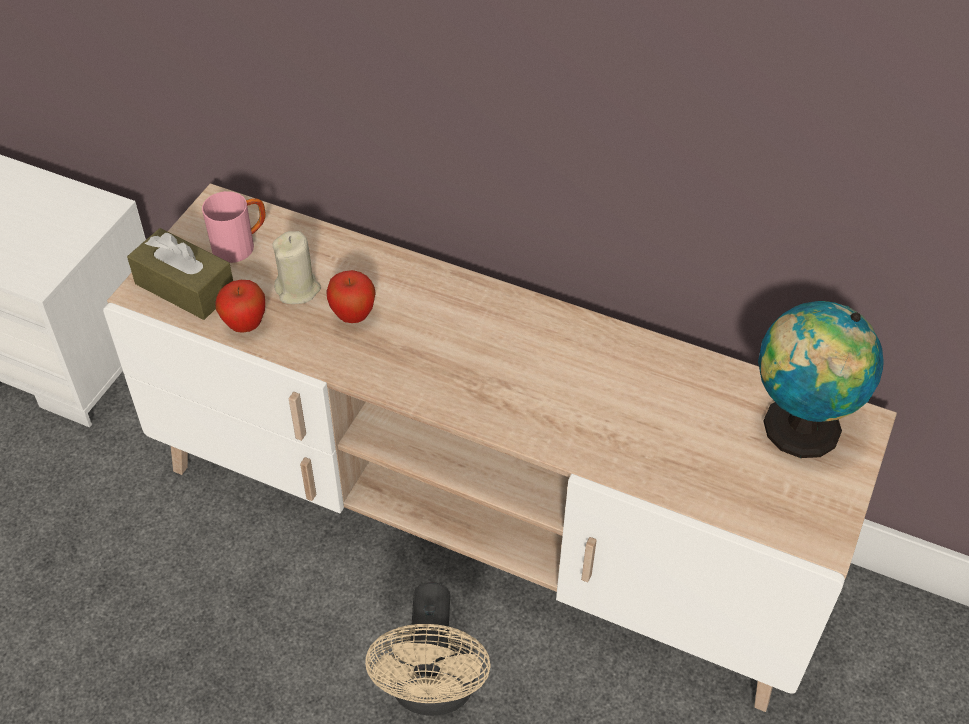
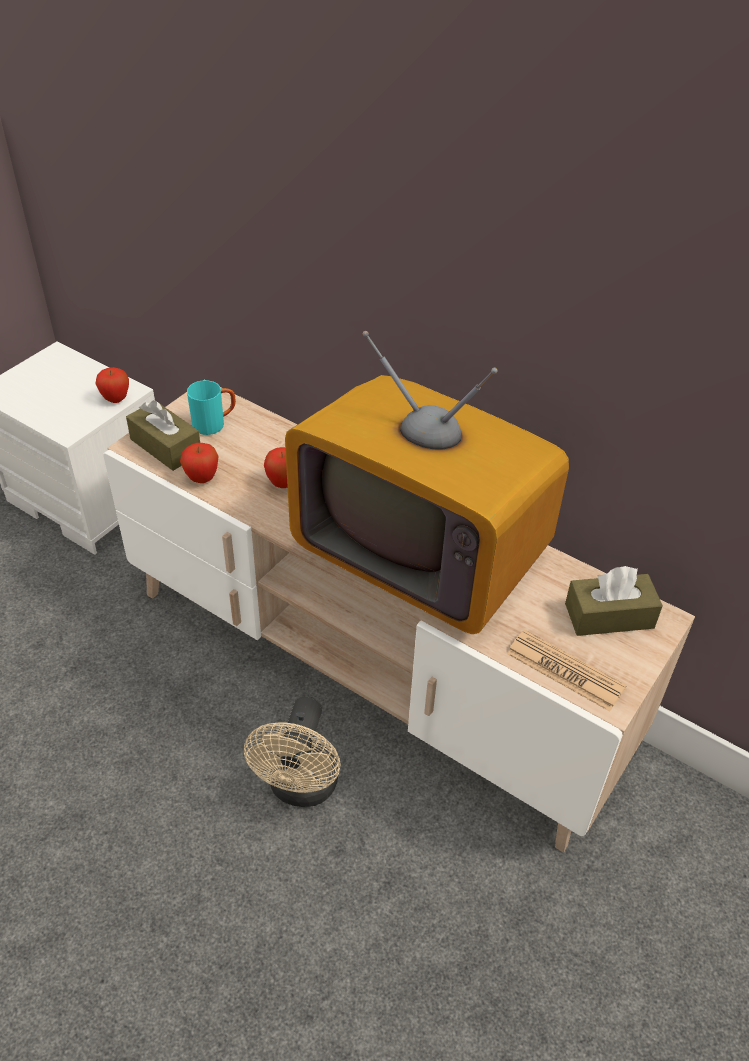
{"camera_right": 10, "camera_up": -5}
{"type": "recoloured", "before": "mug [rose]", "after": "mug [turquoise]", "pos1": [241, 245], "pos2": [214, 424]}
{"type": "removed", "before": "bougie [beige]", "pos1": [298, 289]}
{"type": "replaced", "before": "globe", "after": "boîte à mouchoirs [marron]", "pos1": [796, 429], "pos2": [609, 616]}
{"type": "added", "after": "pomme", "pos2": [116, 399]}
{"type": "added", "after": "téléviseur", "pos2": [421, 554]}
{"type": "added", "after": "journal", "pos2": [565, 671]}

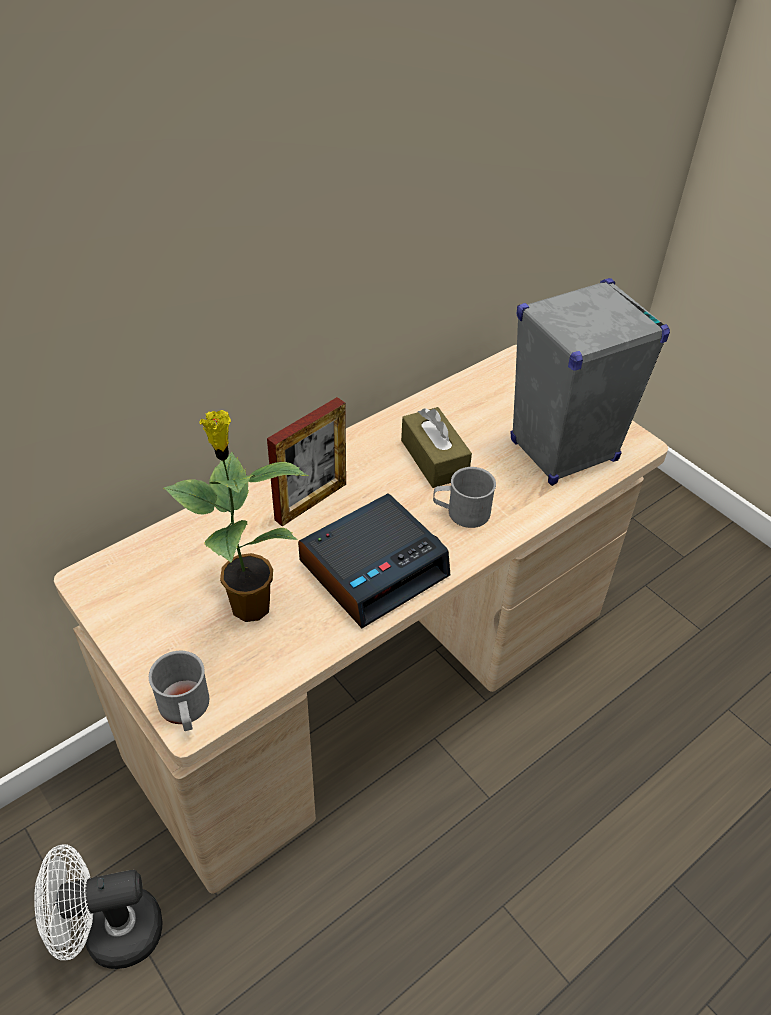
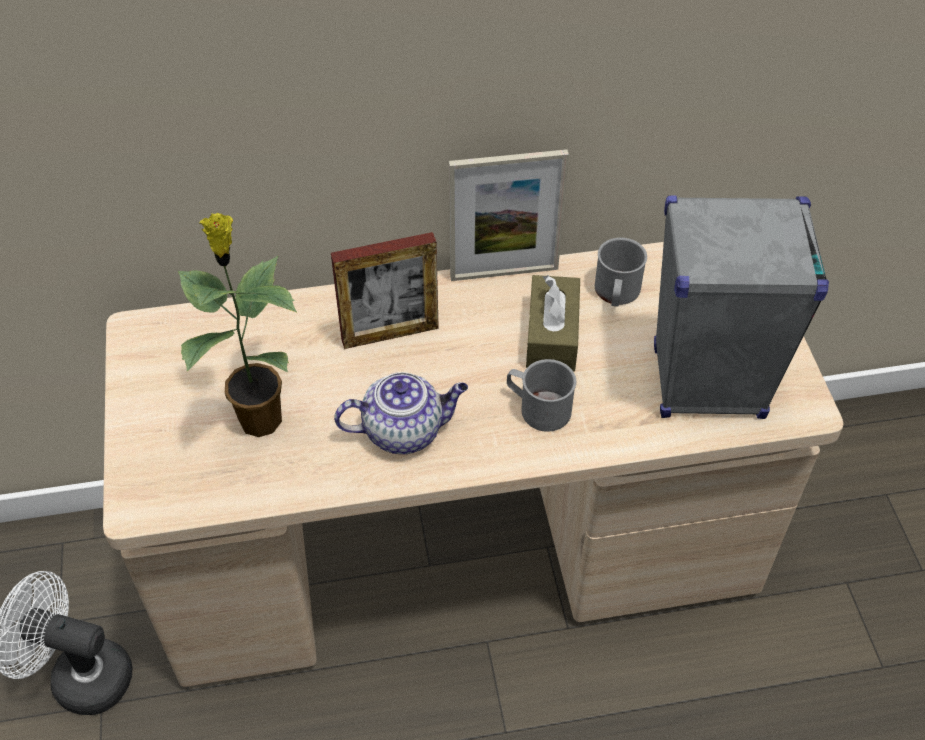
{"camera_right": 30, "camera_up": 5}
{"type": "moved", "before": "mug [gris]", "pos1": [185, 710], "pos2": [616, 294]}
{"type": "replaced", "before": "réveil", "after": "théière", "pos1": [374, 567], "pos2": [404, 430]}
{"type": "added", "after": "cadre photo", "pos2": [504, 272]}

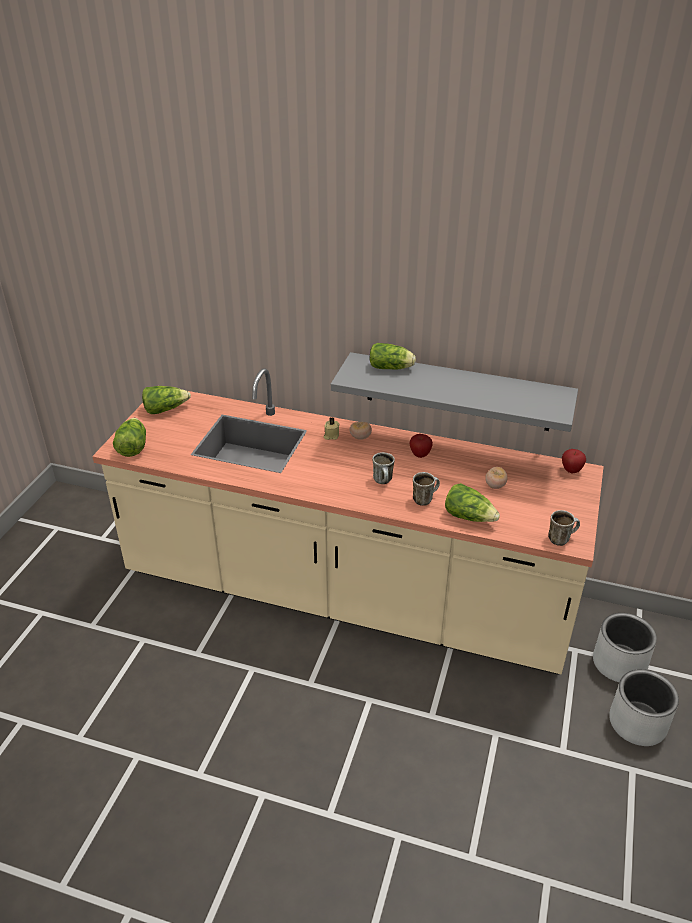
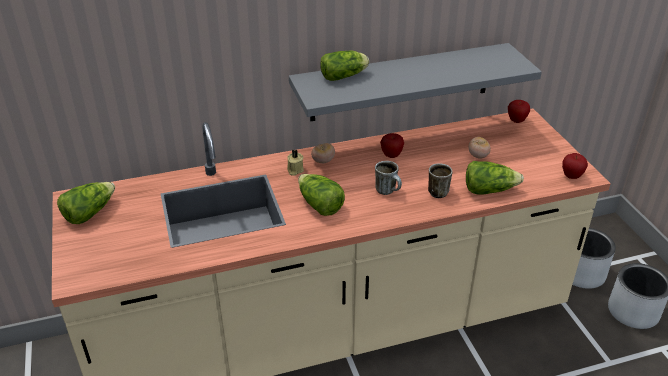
{"camera_right": -35, "camera_up": 0}
{"type": "moved", "before": "laitue", "pos1": [132, 447], "pos2": [319, 205]}
{"type": "replaced", "before": "mug", "after": "pomme", "pos1": [561, 538], "pos2": [571, 176]}

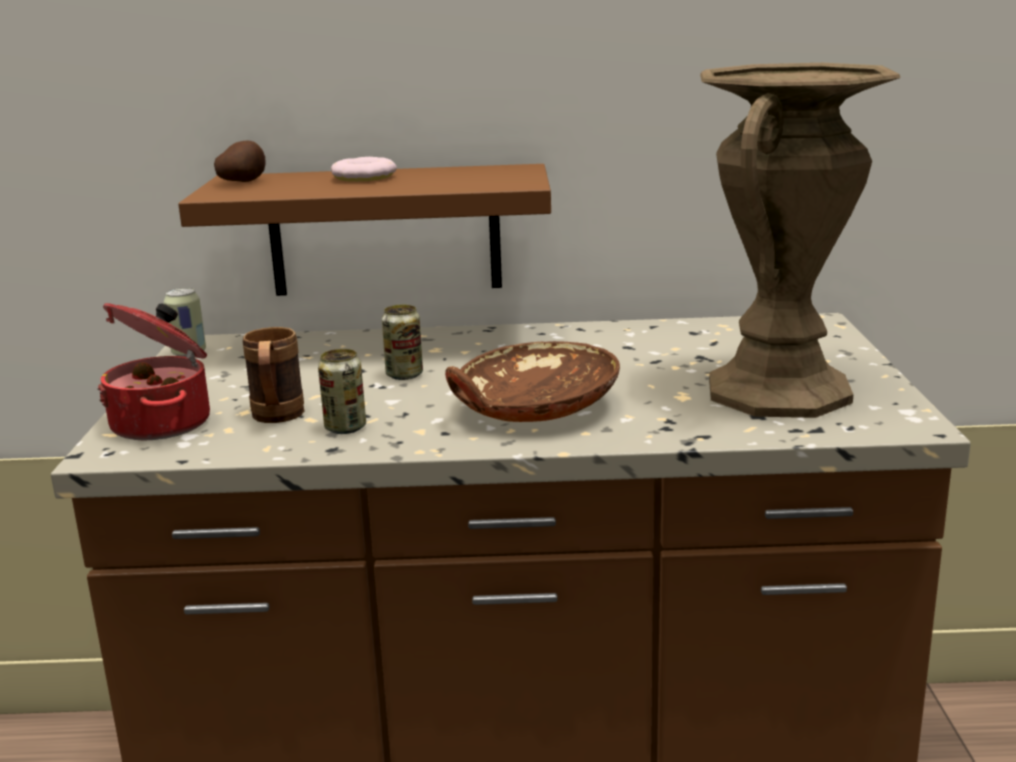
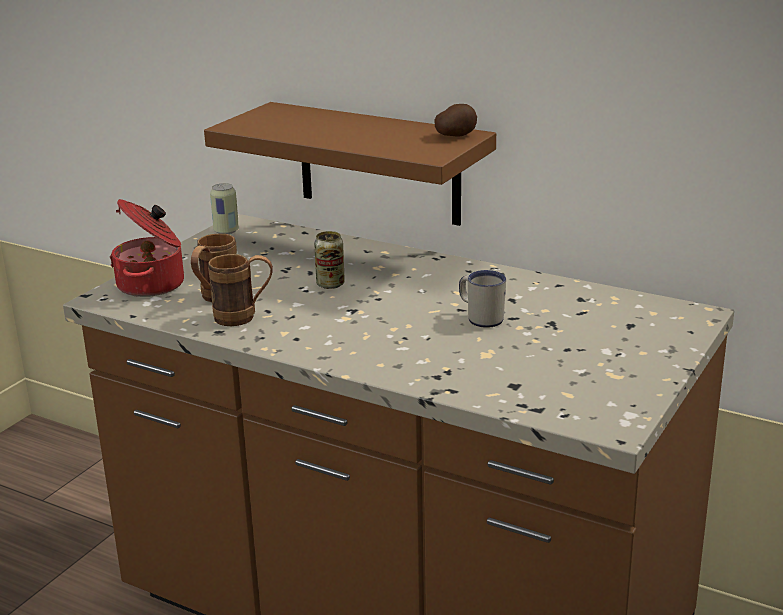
{"camera_right": 30, "camera_up": 5}
{"type": "moved", "before": "pomme de terre", "pos1": [243, 182], "pos2": [456, 136]}
{"type": "replaced", "before": "boîte métallique", "after": "mug [marron]", "pos1": [345, 428], "pos2": [244, 317]}
{"type": "removed", "before": "beignet", "pos1": [363, 177]}
{"type": "removed", "before": "bol [marron]", "pos1": [533, 408]}
{"type": "removed", "before": "vase [marron]", "pos1": [779, 391]}
{"type": "added", "after": "mug [blanc]", "pos2": [481, 318]}

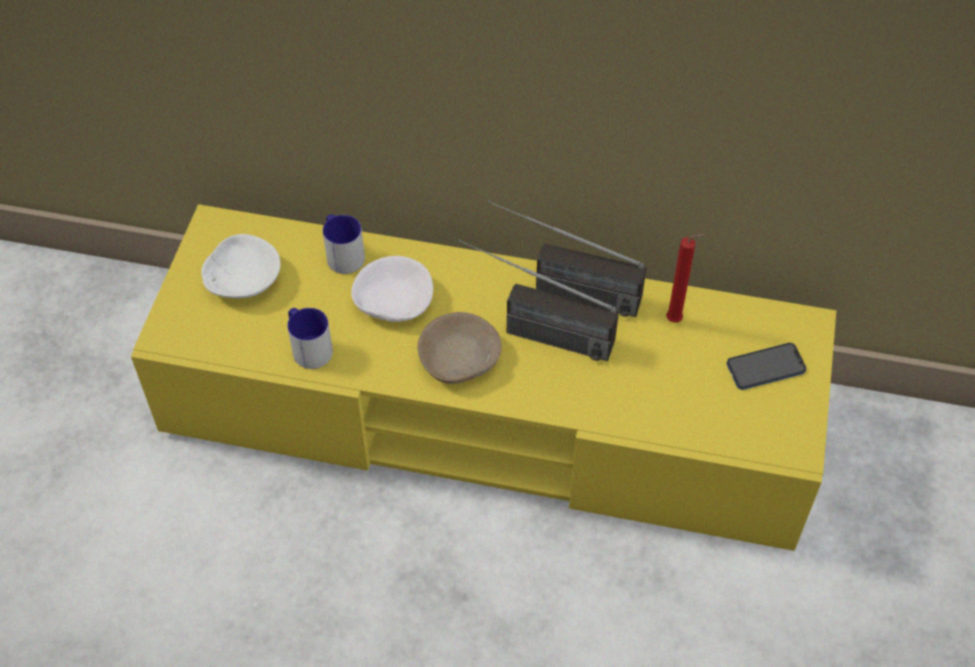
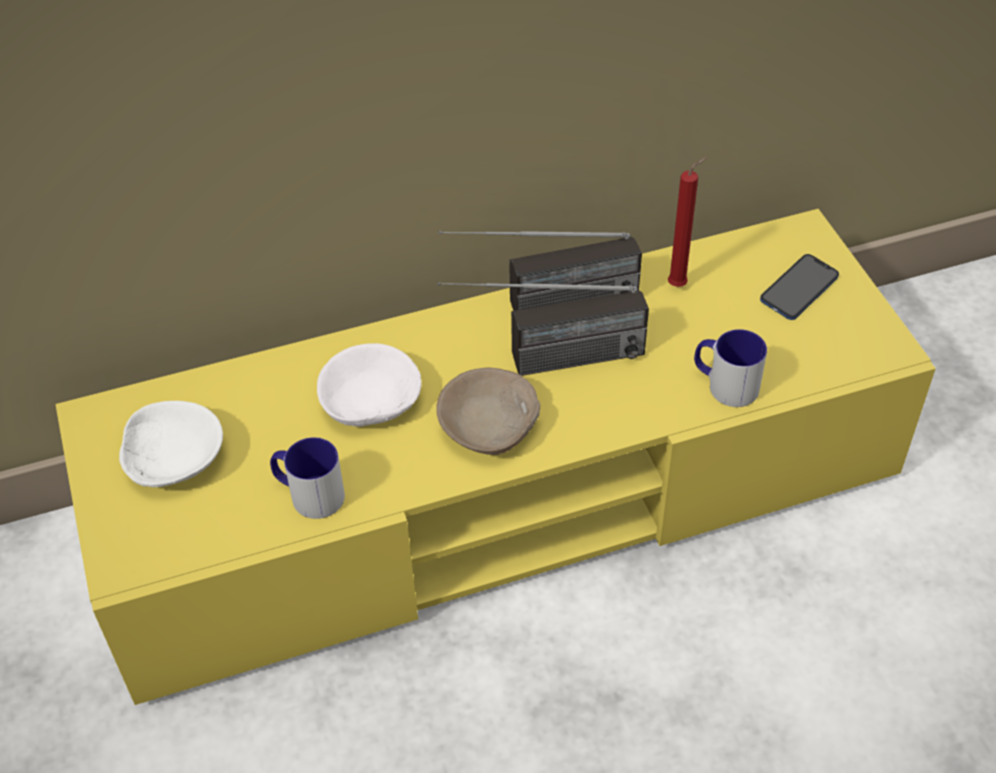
{"camera_right": -30, "camera_up": -5}
{"type": "moved", "before": "mug", "pos1": [342, 254], "pos2": [724, 384]}

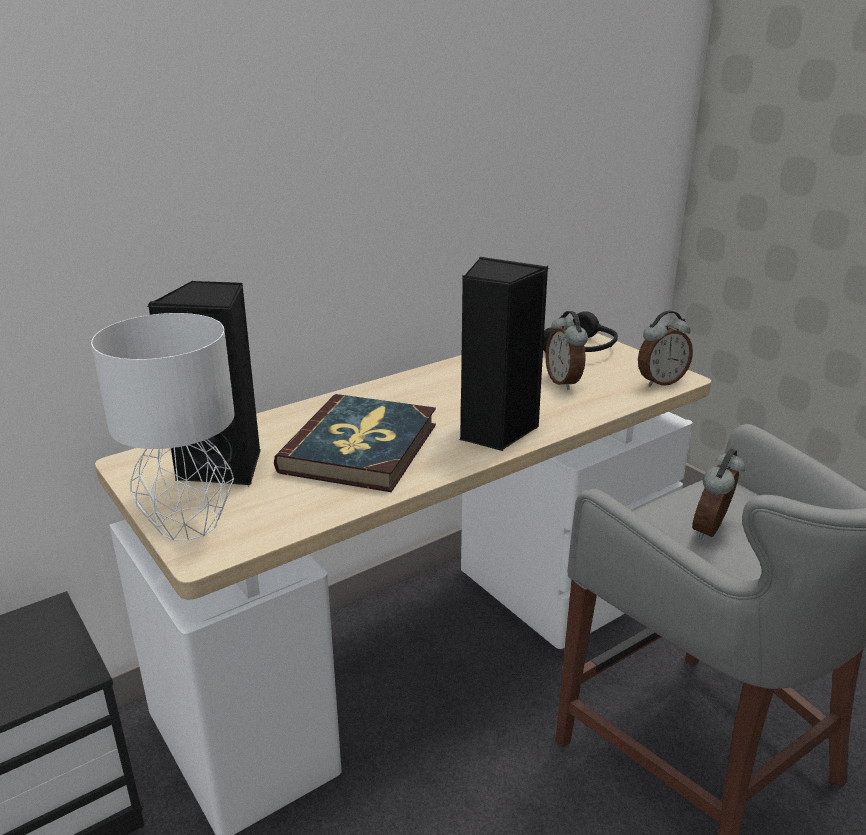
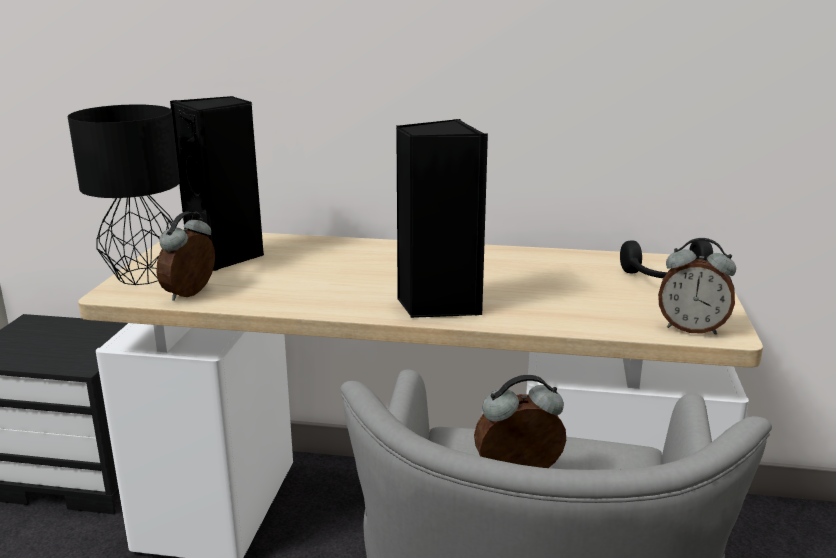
{"camera_right": 45, "camera_up": -5}
{"type": "recoloured", "before": "lampe de table [blanc]", "after": "lampe de table [noir]", "pos1": [186, 523], "pos2": [142, 275]}
{"type": "removed", "before": "livre", "pos1": [361, 448]}
{"type": "moved", "before": "réveil", "pos1": [564, 382], "pos2": [192, 294]}

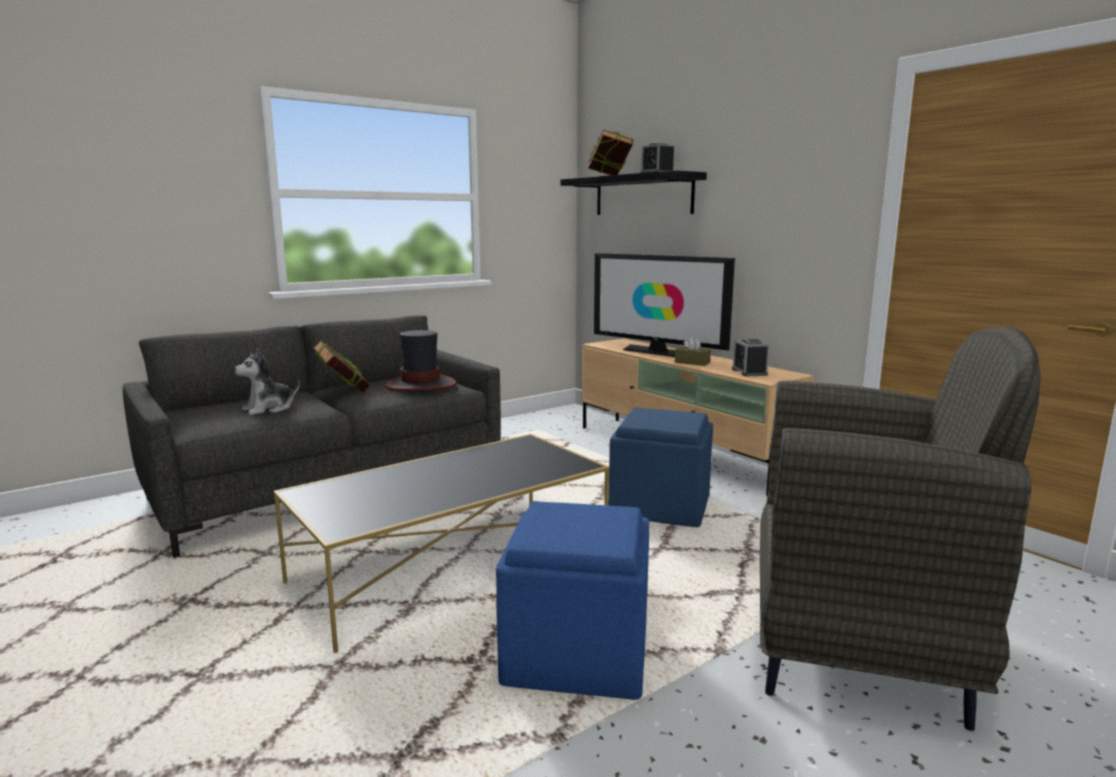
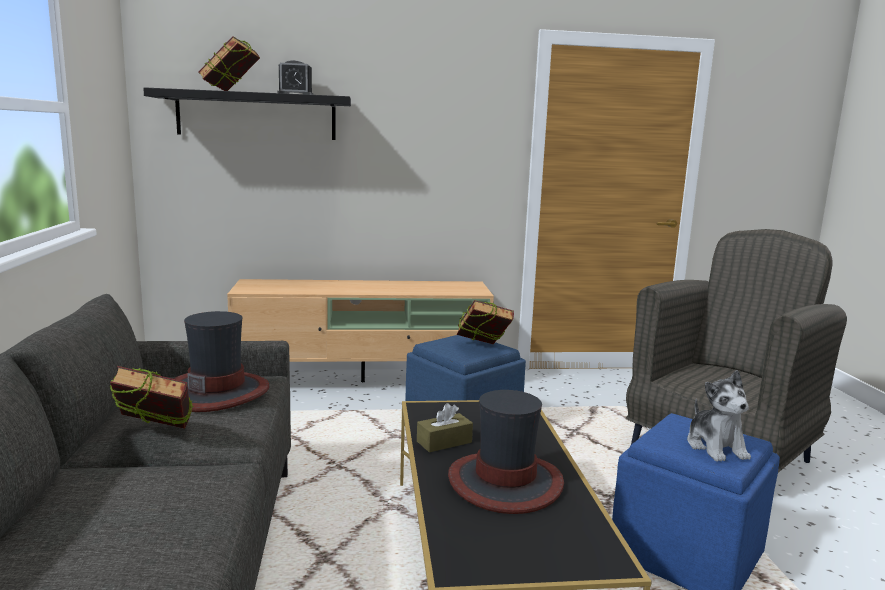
{"camera_right": -60, "camera_up": 0}
{"type": "moved", "before": "peluche", "pos1": [269, 409], "pos2": [716, 447]}
{"type": "removed", "before": "téléviseur", "pos1": [657, 352]}
{"type": "moved", "before": "boîte à mouchoirs [marron]", "pos1": [692, 362], "pos2": [444, 442]}
{"type": "removed", "before": "réveil", "pos1": [749, 372]}
{"type": "added", "after": "chapeau", "pos2": [505, 482]}
{"type": "added", "after": "livre", "pos2": [483, 349]}

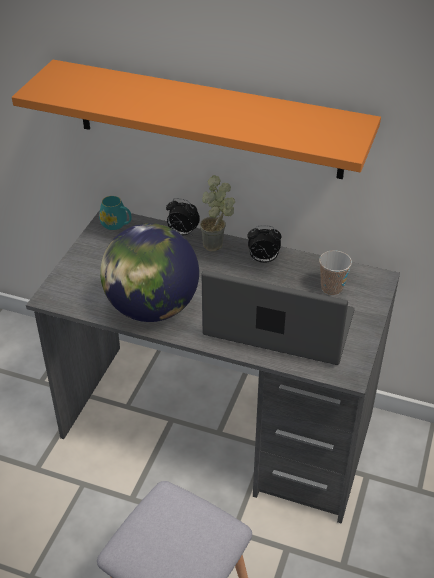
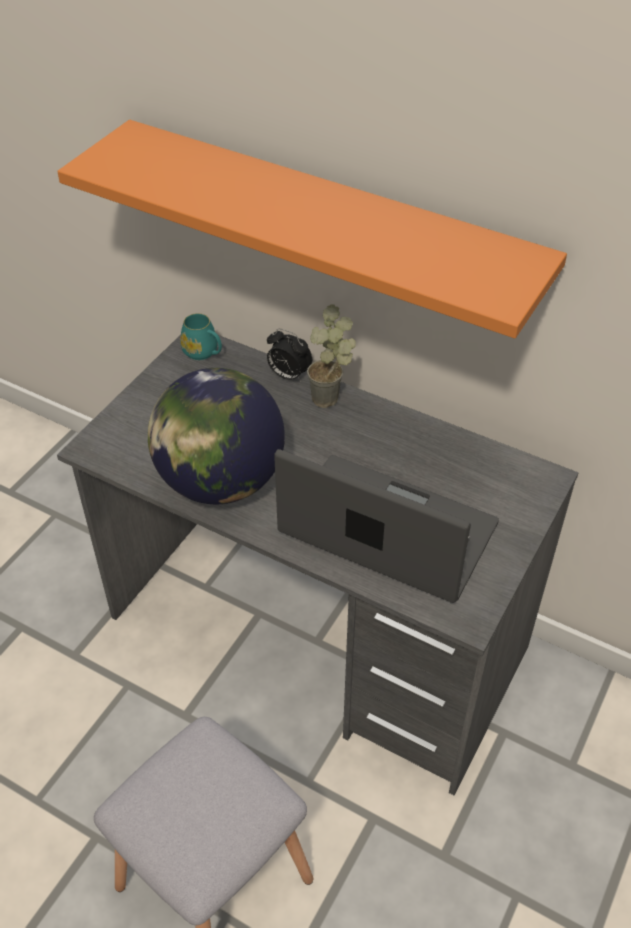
{"camera_right": 10, "camera_up": 5}
{"type": "removed", "before": "réveil", "pos1": [263, 260]}
{"type": "removed", "before": "tasse", "pos1": [332, 288]}

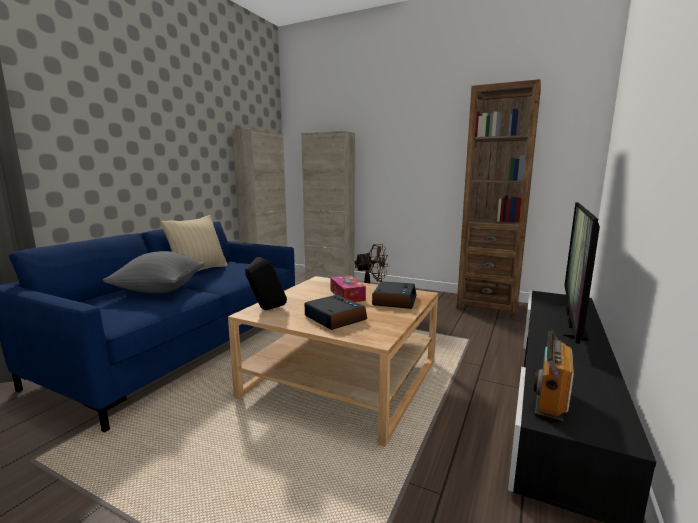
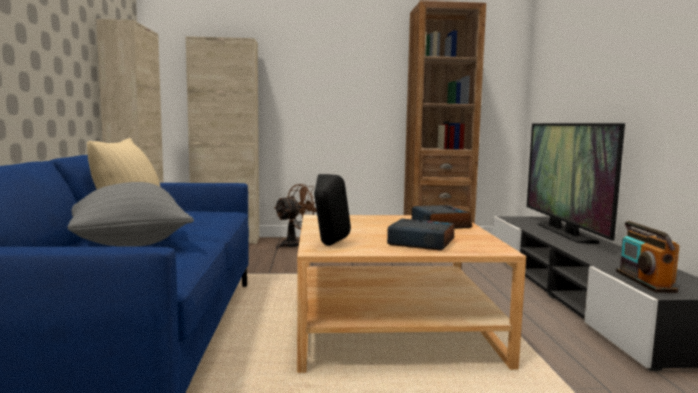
{"camera_right": -30, "camera_up": -5}
{"type": "removed", "before": "boîte à mouchoirs", "pos1": [347, 295]}

